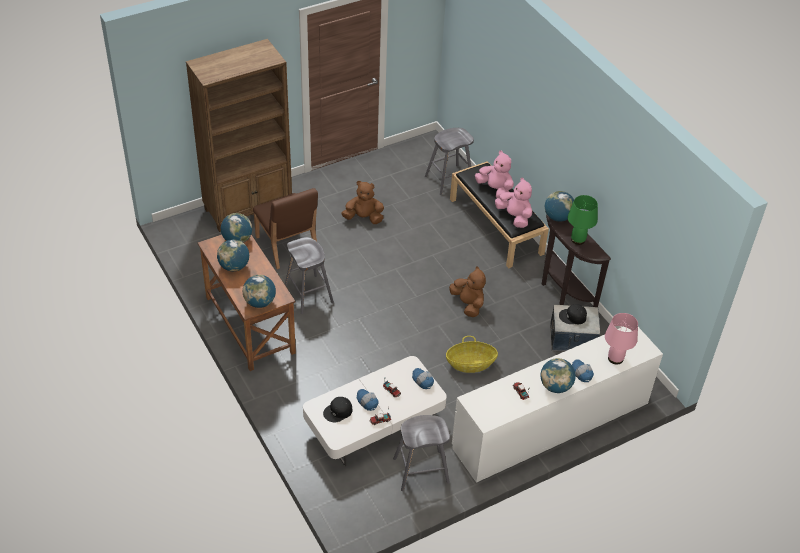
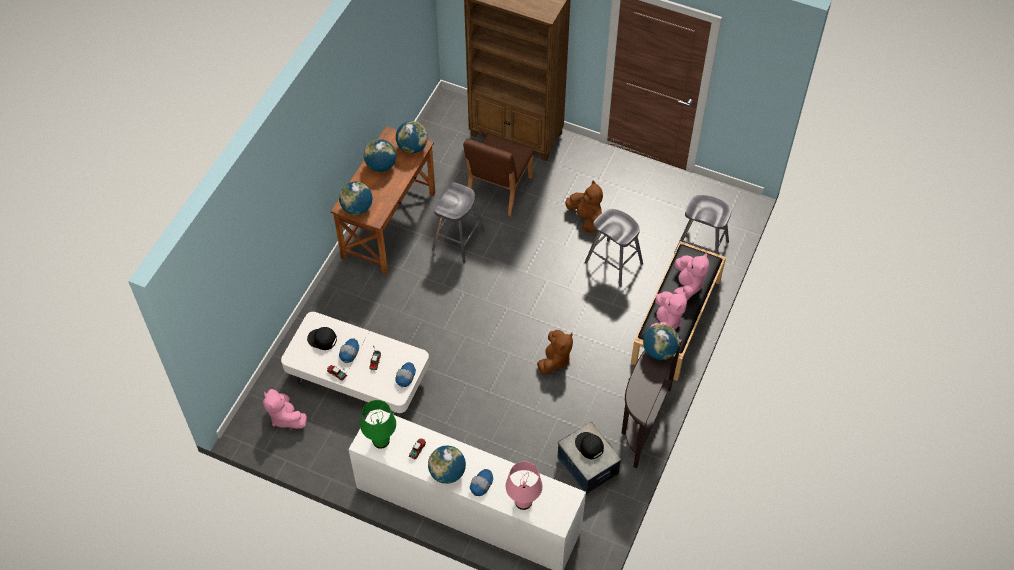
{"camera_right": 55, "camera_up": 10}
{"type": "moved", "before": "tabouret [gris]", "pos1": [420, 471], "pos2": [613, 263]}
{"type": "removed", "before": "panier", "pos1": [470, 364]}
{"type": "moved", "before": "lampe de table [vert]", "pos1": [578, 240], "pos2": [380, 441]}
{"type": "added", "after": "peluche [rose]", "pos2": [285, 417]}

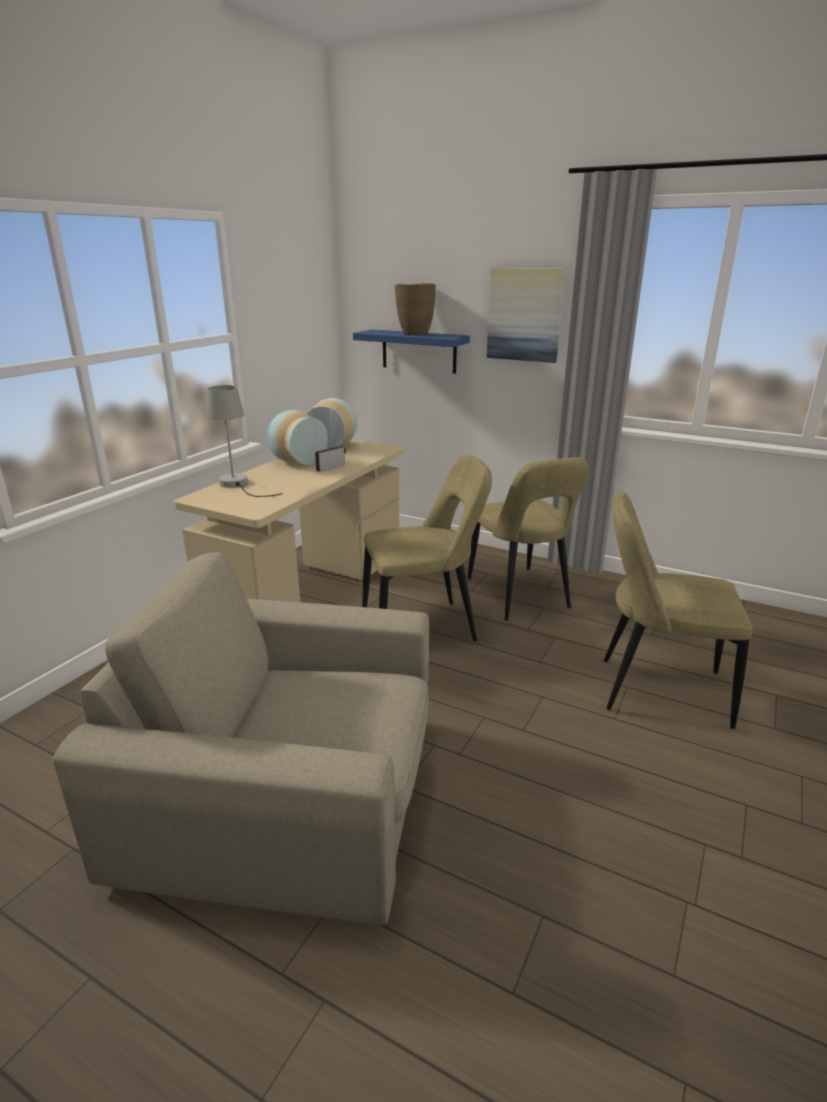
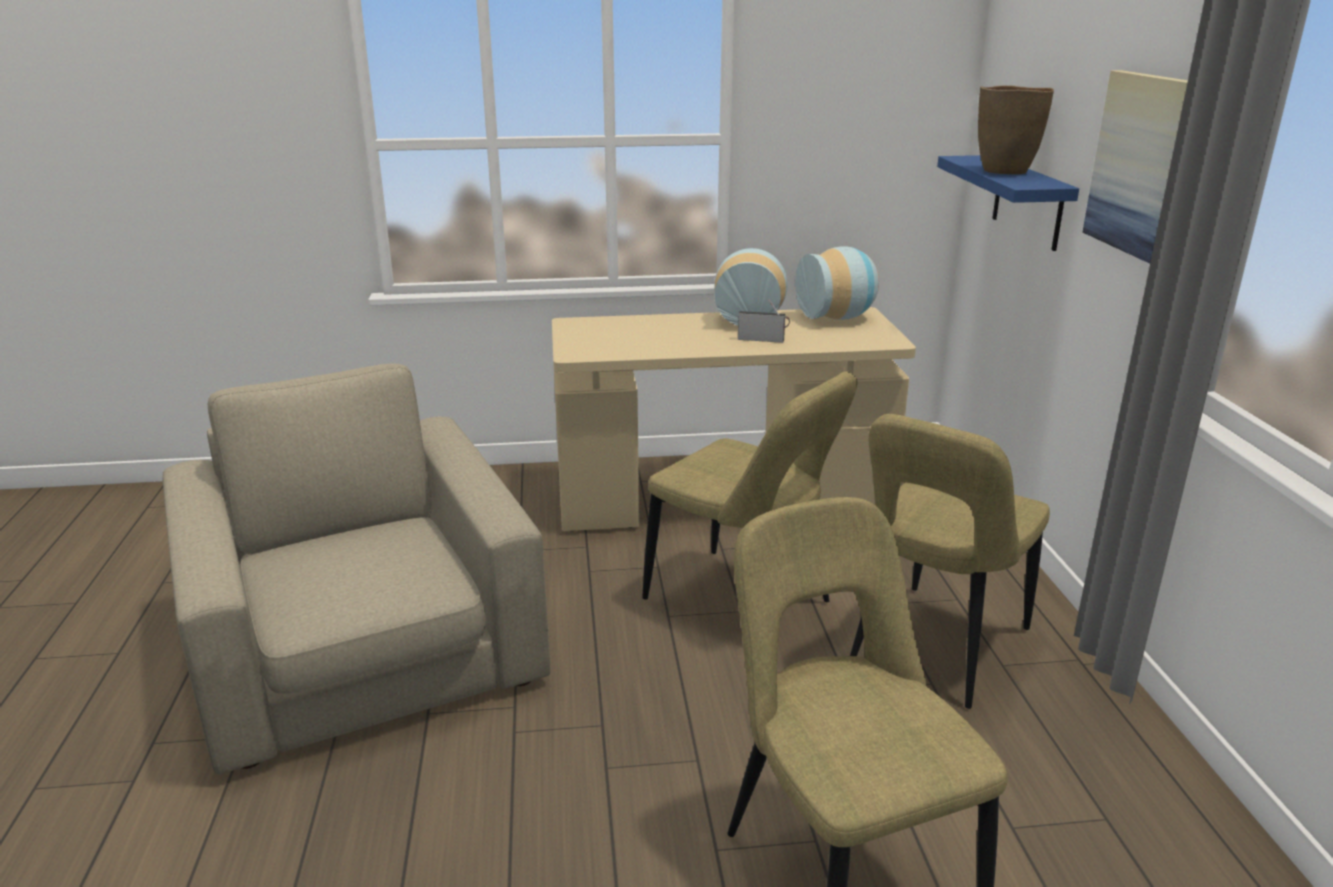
{"camera_right": 55, "camera_up": 0}
{"type": "removed", "before": "lampe de table [gris]", "pos1": [238, 485]}

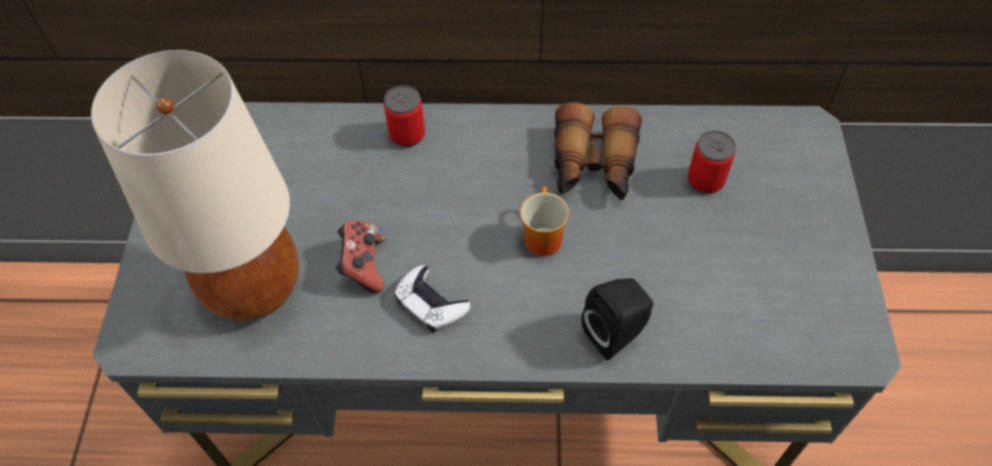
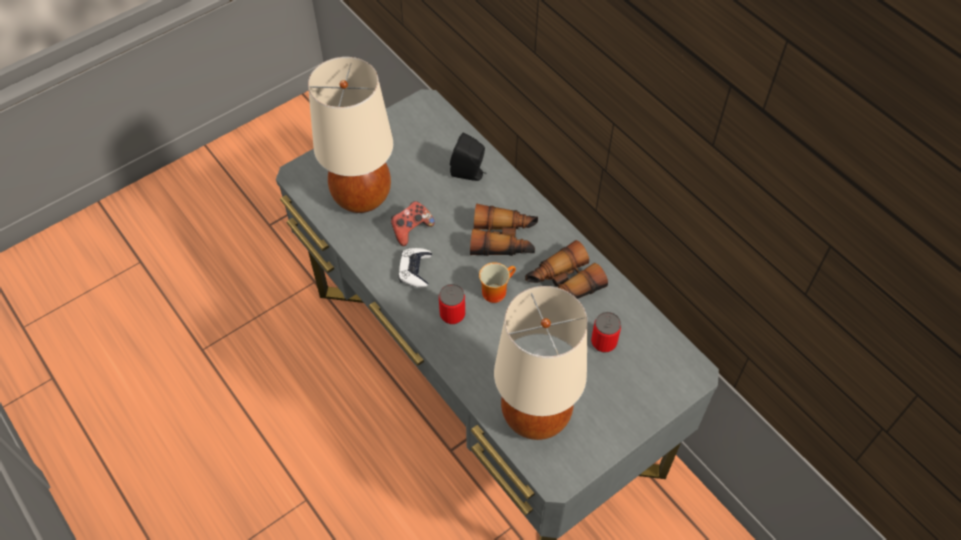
{"camera_right": 50, "camera_up": 0}
{"type": "moved", "before": "boîte métallique", "pos1": [407, 134], "pos2": [452, 314]}
{"type": "moved", "before": "enceinte [noir]", "pos1": [616, 333], "pos2": [469, 173]}
{"type": "added", "after": "jumelles", "pos2": [504, 239]}
{"type": "added", "after": "lampe de table [beige]", "pos2": [535, 414]}

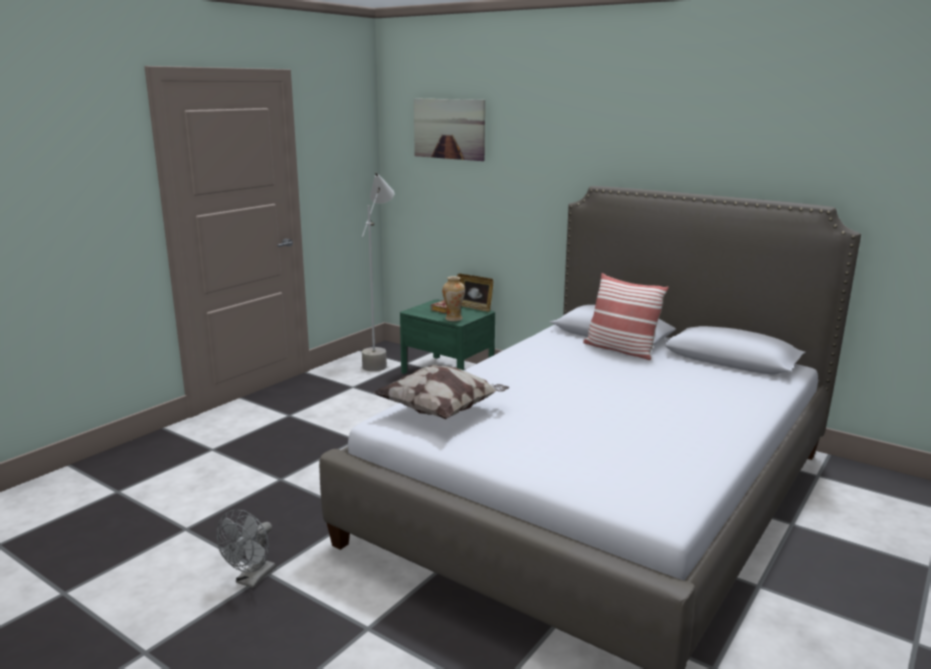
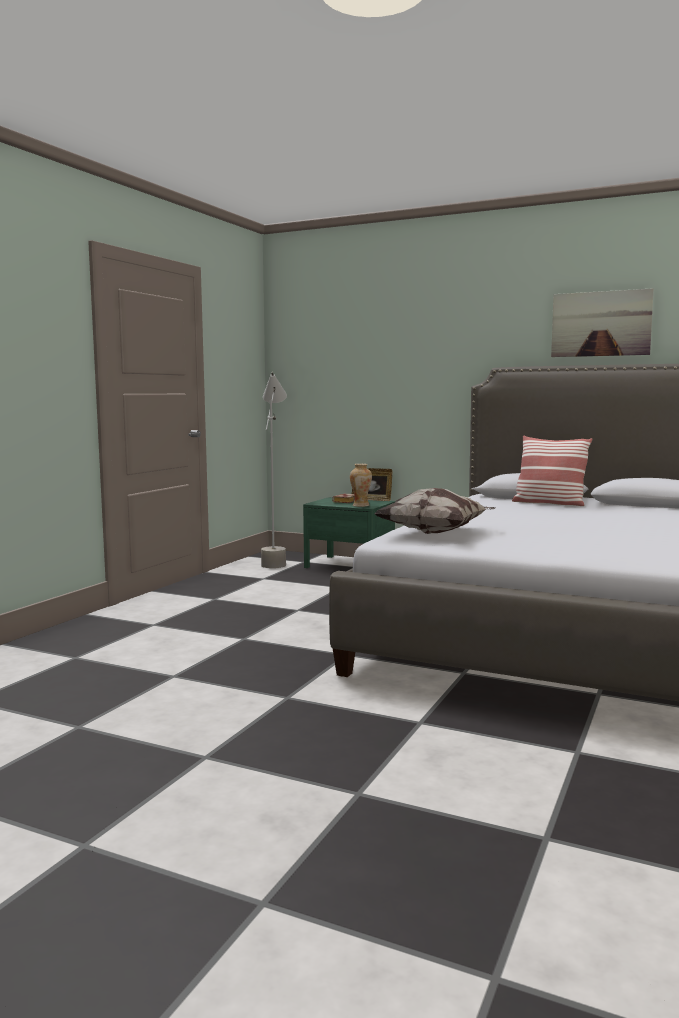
{"camera_right": -10, "camera_up": -10}
{"type": "removed", "before": "ventilateur [gris]", "pos1": [252, 579]}
{"type": "moved", "before": "tableau", "pos1": [449, 129], "pos2": [601, 324]}

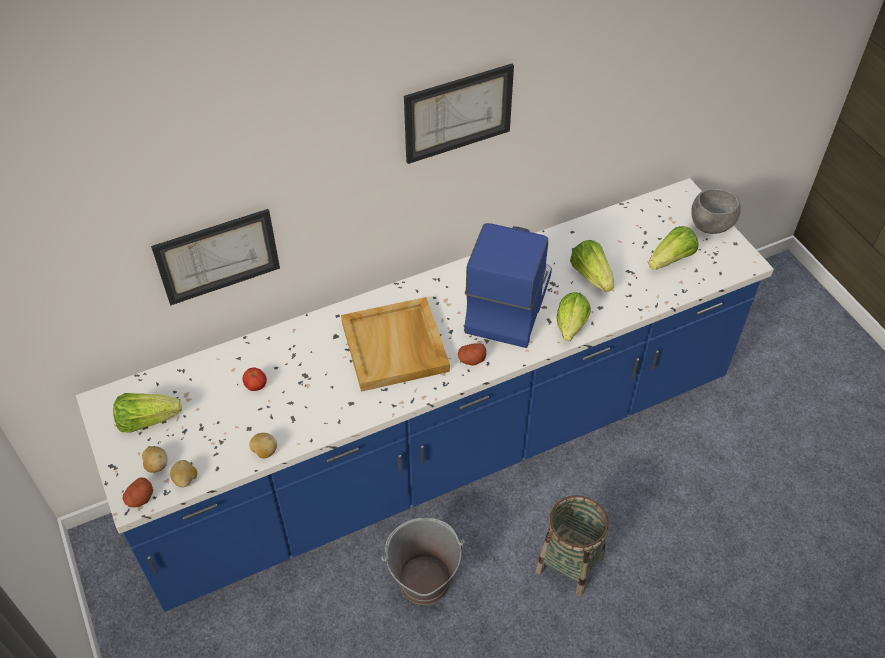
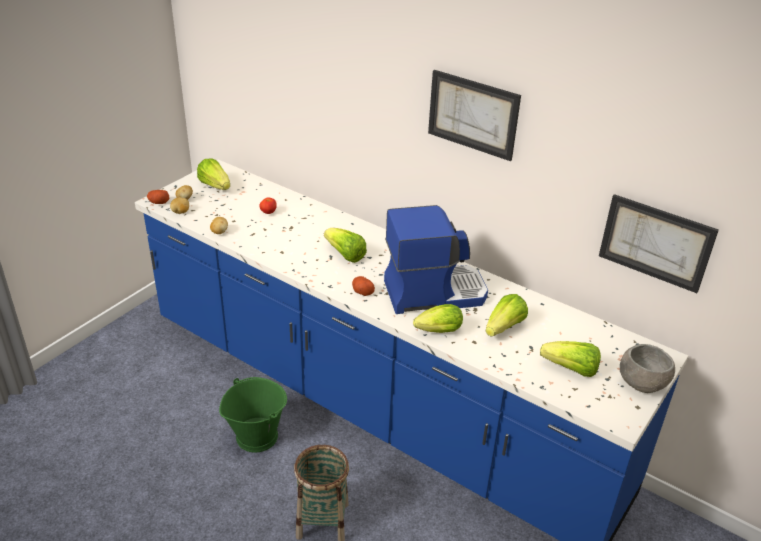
{"camera_right": 60, "camera_up": -15}
{"type": "moved", "before": "tableau", "pos1": [217, 256], "pos2": [656, 242]}
{"type": "replaced", "before": "plateau [beige]", "after": "laitue", "pos1": [395, 347], "pos2": [345, 255]}
{"type": "recoloured", "before": "seau [gris]", "after": "seau [vert]", "pos1": [423, 581], "pos2": [257, 436]}

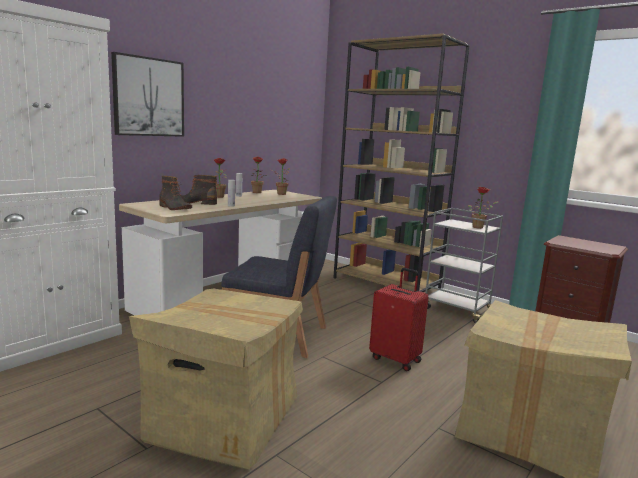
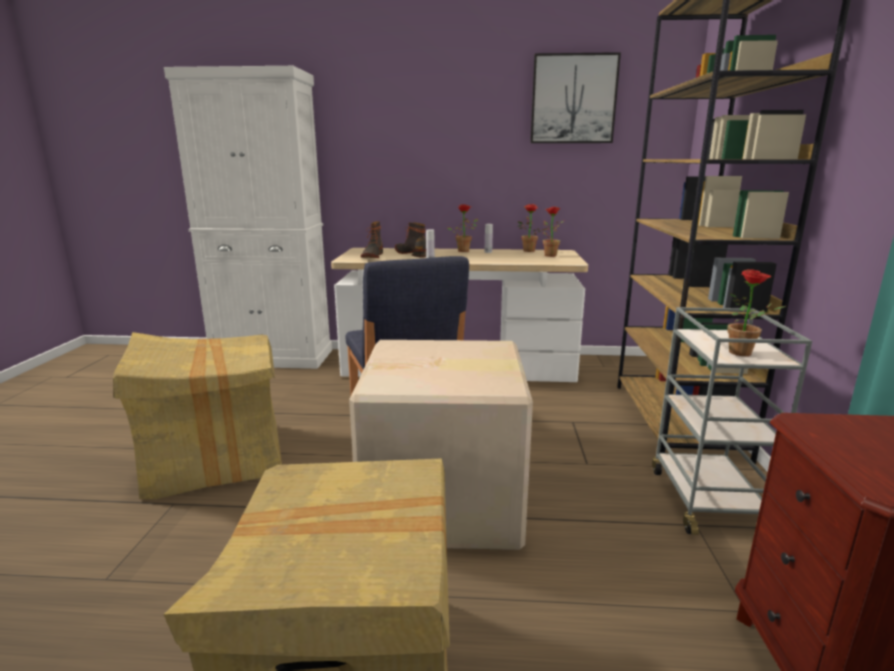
{"camera_right": 55, "camera_up": 5}
{"type": "moved", "before": "tableau", "pos1": [148, 97], "pos2": [573, 99]}
{"type": "replaced", "before": "valise [rouge]", "after": "carton", "pos1": [396, 359], "pos2": [446, 502]}

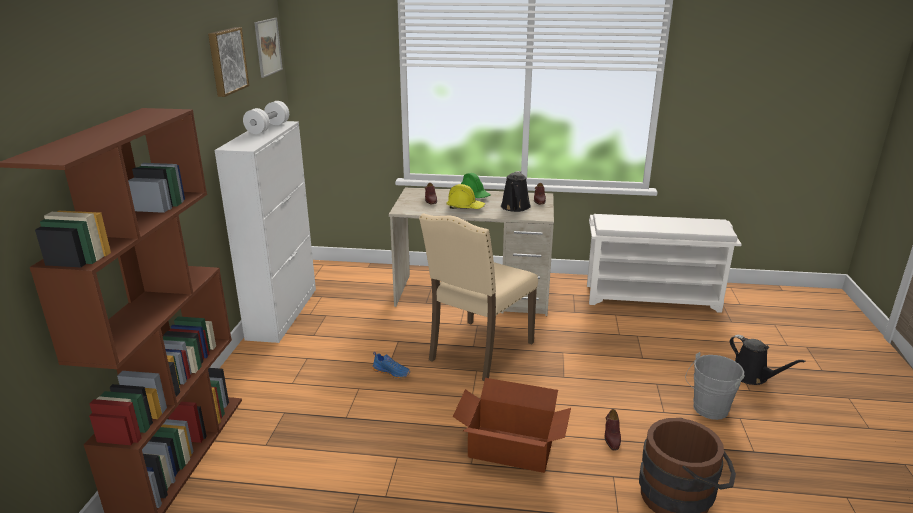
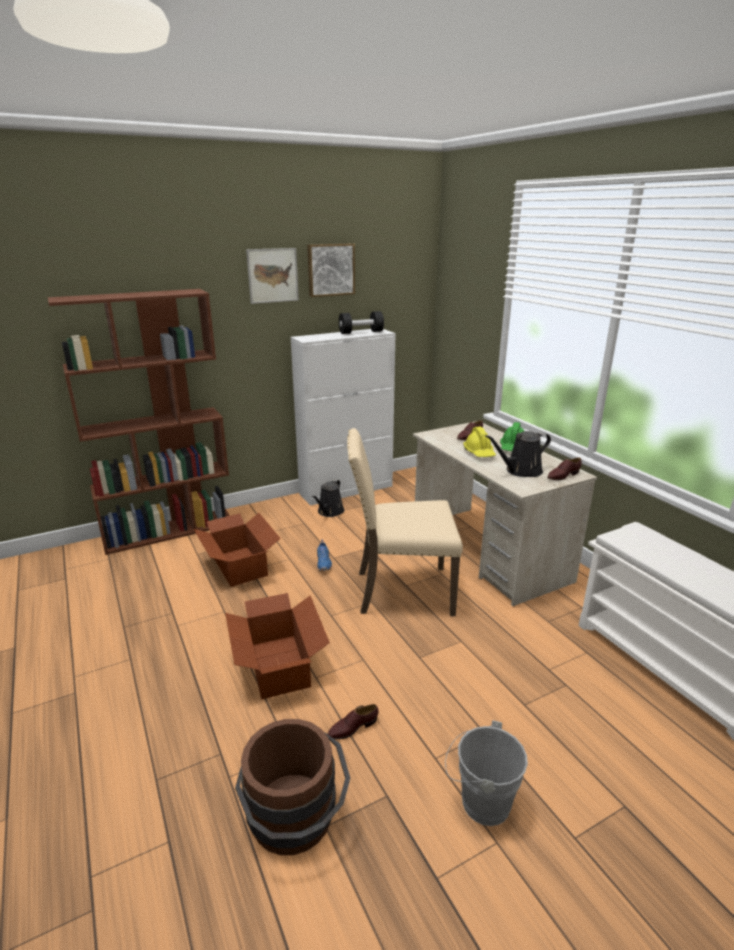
{"camera_right": 55, "camera_up": 0}
{"type": "recoloured", "before": "haltère [blanc]", "after": "haltère [noir]", "pos1": [268, 128], "pos2": [361, 332]}
{"type": "moved", "before": "tableau", "pos1": [268, 47], "pos2": [272, 275]}
{"type": "moved", "before": "arrosoir [noir]", "pos1": [752, 376], "pos2": [329, 512]}
{"type": "added", "after": "carton", "pos2": [240, 565]}

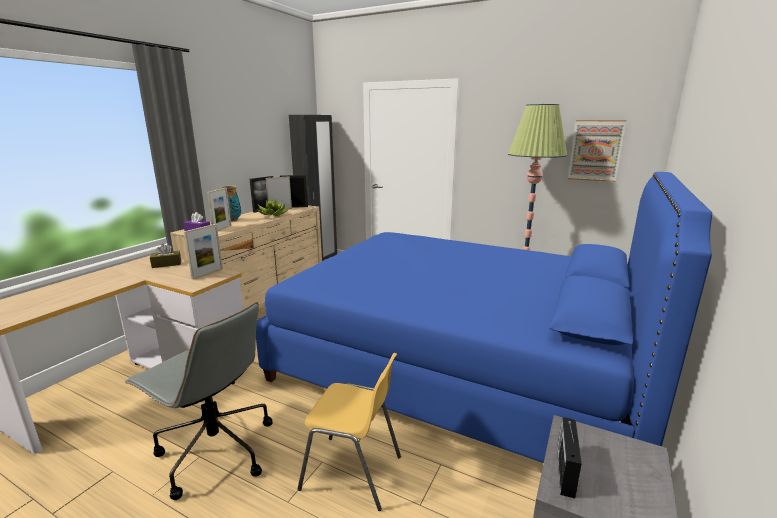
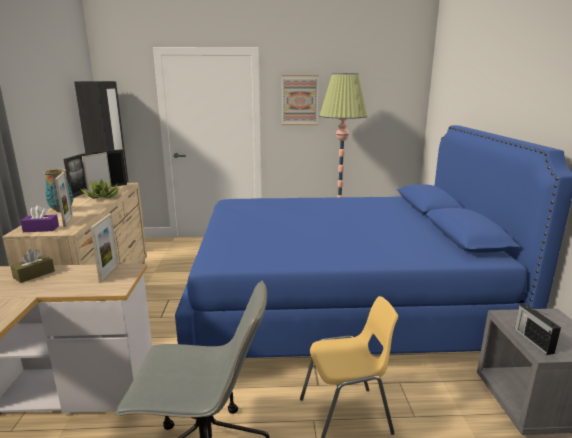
{"camera_right": -30, "camera_up": 0}
{"type": "moved", "before": "tableau", "pos1": [595, 150], "pos2": [299, 100]}

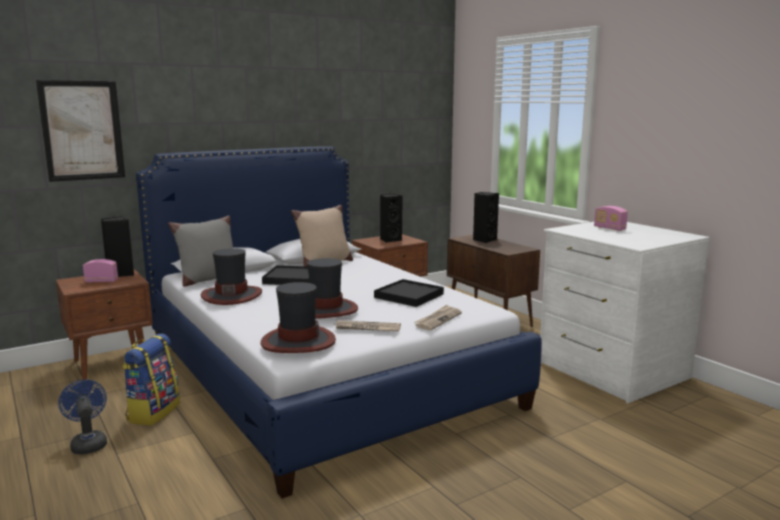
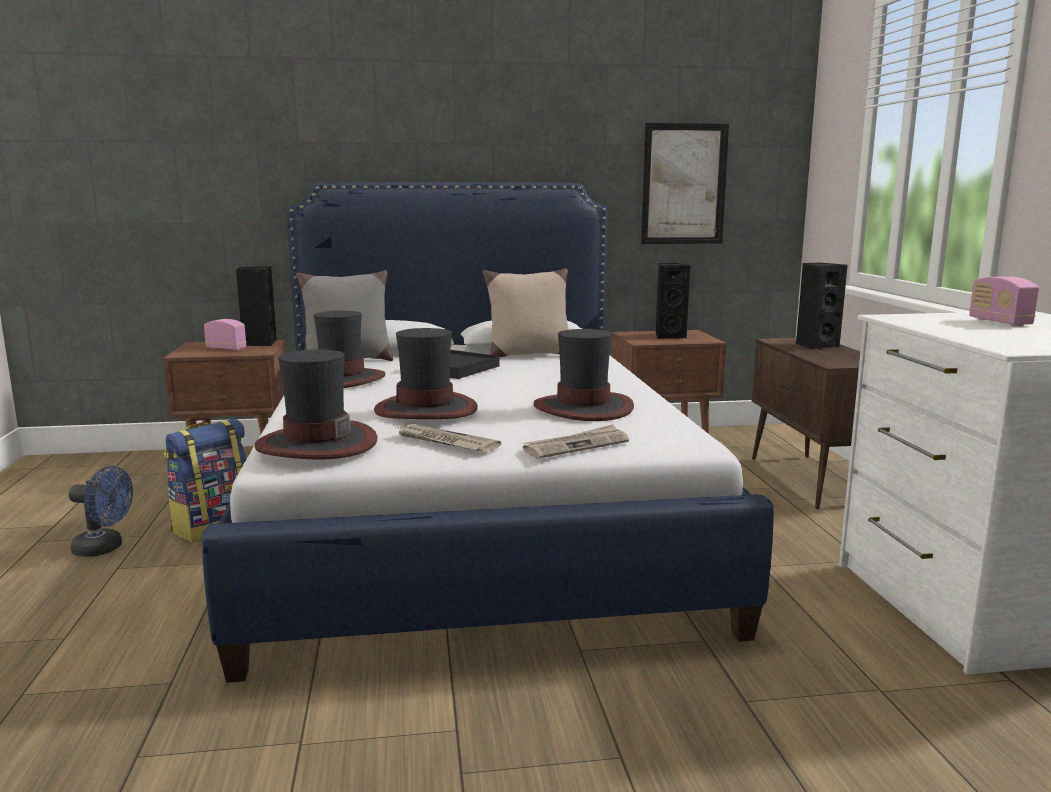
{"camera_right": 25, "camera_up": 0}
{"type": "moved", "before": "tableau", "pos1": [82, 130], "pos2": [684, 184]}
{"type": "turned", "before": "ventilateur [bleu]", "pos1": [88, 443], "pos2": [105, 549], "turn": 105}
{"type": "replaced", "before": "plateau [noir]", "after": "chapeau", "pos1": [409, 296], "pos2": [583, 408]}

